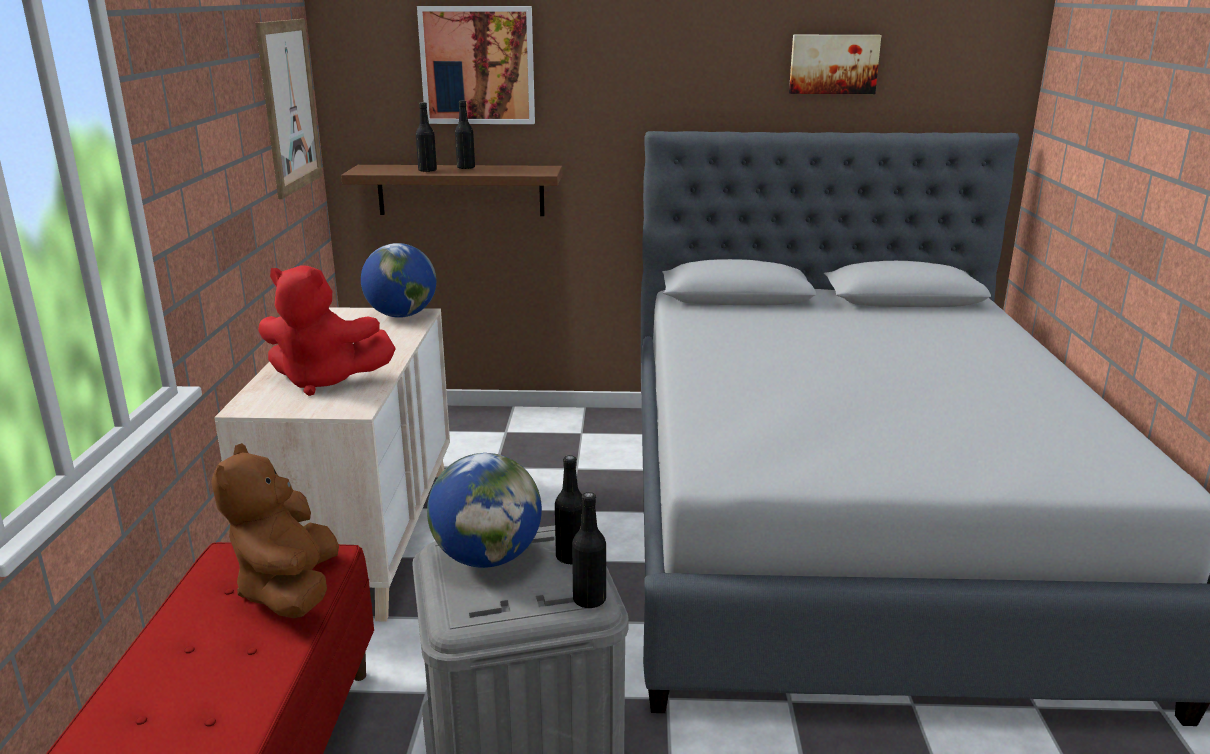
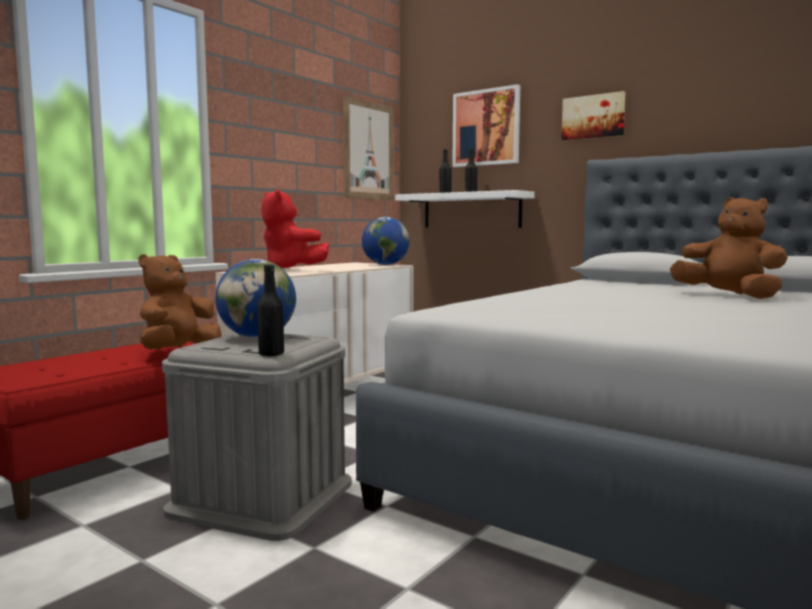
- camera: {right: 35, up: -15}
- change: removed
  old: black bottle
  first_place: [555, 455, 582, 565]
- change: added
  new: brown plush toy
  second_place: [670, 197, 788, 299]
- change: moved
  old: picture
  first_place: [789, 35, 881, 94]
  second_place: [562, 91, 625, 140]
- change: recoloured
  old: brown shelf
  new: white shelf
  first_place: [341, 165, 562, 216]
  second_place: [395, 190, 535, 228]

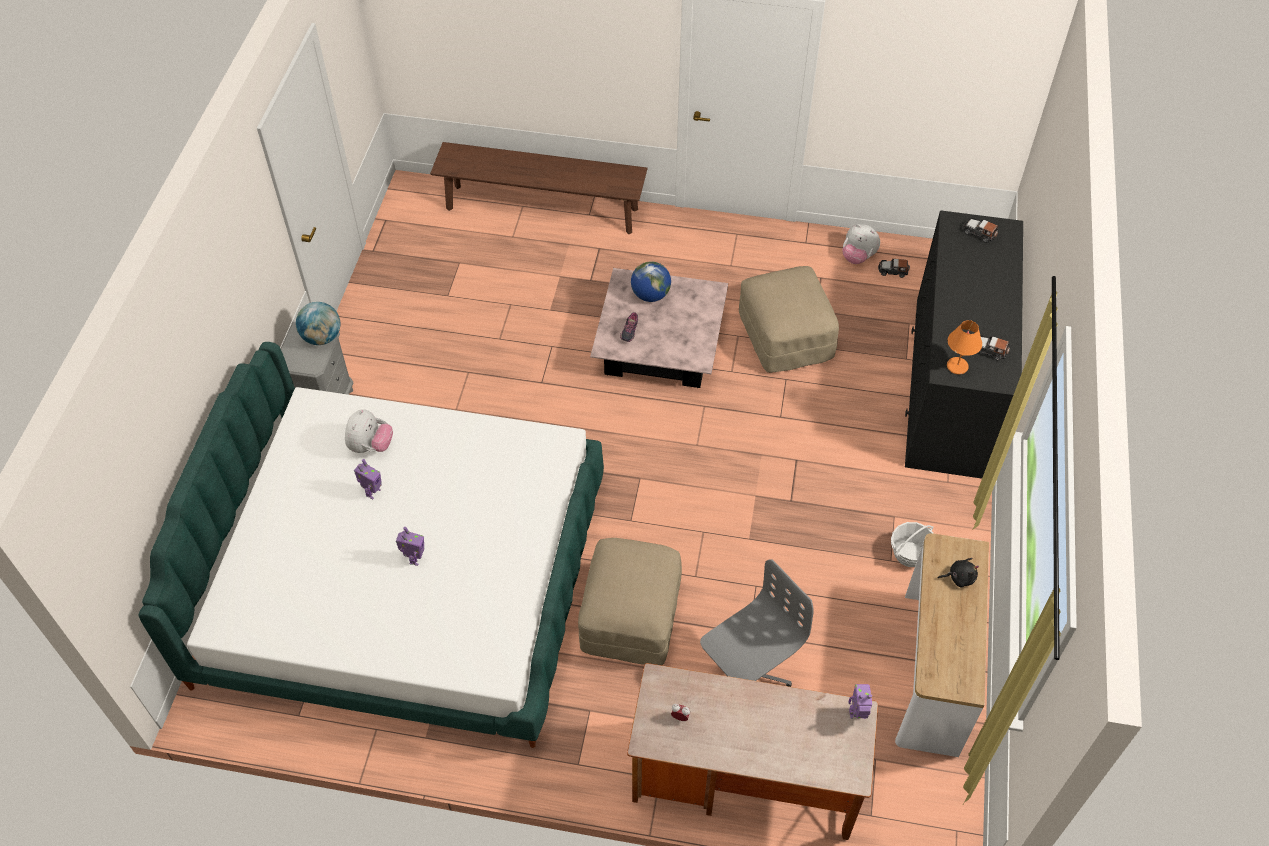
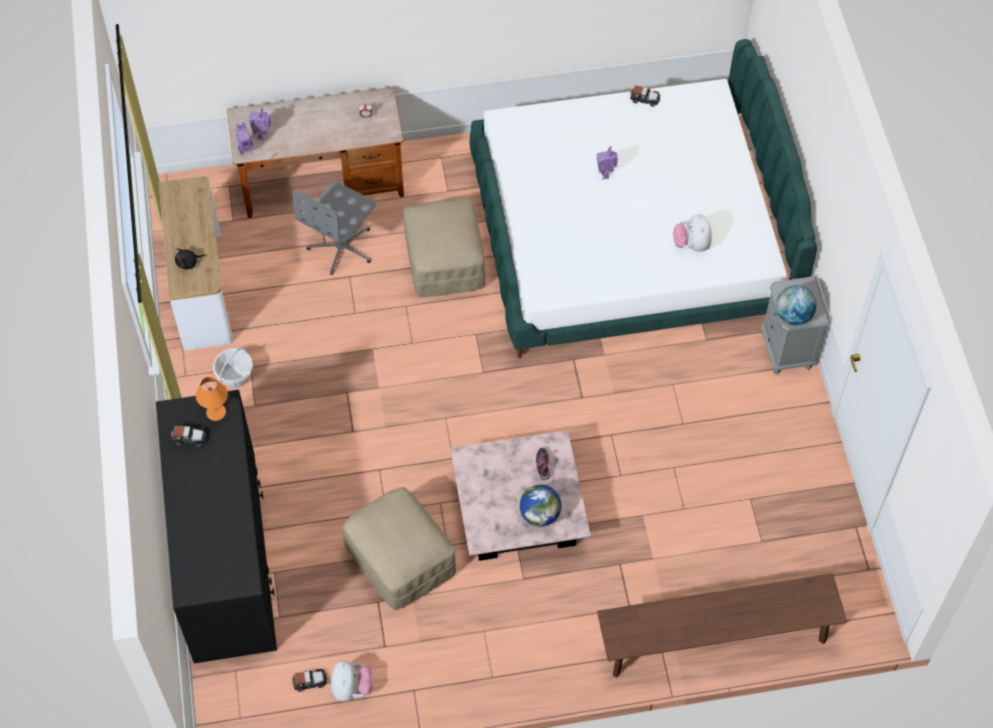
- camera: {right: 160, up: 5}
- change: moved
  old: toy robot
  first_place: [354, 459, 382, 499]
  second_place: [249, 107, 271, 140]
- change: moved
  old: toy car
  first_place: [963, 218, 998, 243]
  second_place: [630, 85, 660, 107]
- change: turned
  old: plush toy
  first_place: [842, 224, 880, 264]
  second_place: [331, 660, 373, 702]
  degrees: 75

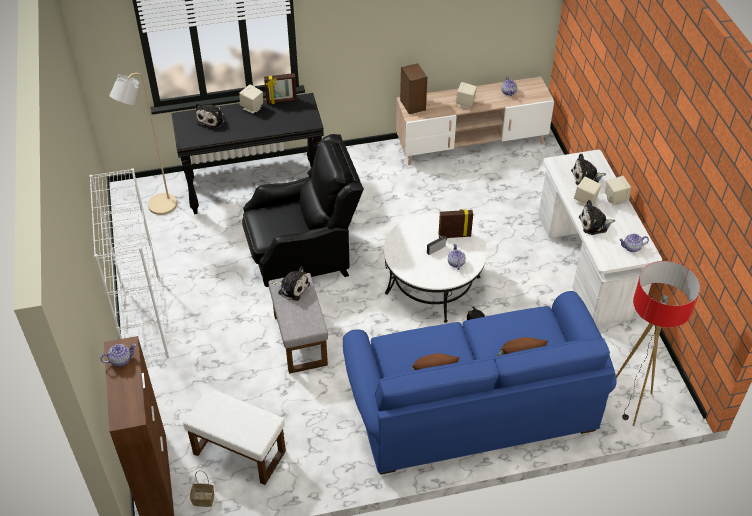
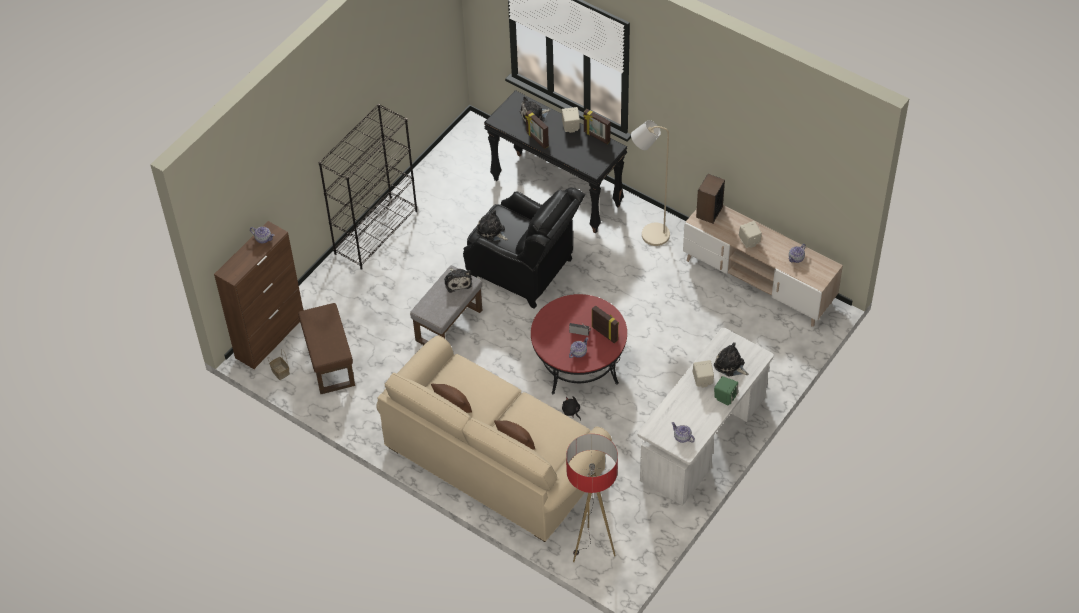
- camera: {right: 50, up: 5}
- change: added
  new: picture frame
  second_place: [525, 110, 549, 149]
- change: moved
  old: beige floor lamp
  first_place: [109, 73, 177, 215]
  second_place: [631, 120, 670, 246]
- change: moved
  old: plush toy
  first_place: [579, 200, 615, 235]
  second_place: [476, 210, 508, 241]
- change: recoloured
  old: white bookcase
  new: black bookcase
  first_place: [90, 169, 169, 358]
  second_place: [319, 104, 417, 270]
- change: recoloured
  old: white ottoman
  new: brown ottoman
  first_place: [183, 388, 286, 485]
  second_place: [298, 303, 355, 394]
- change: recoloured
  old: blue sofa
  new: beige sofa
  first_place: [343, 291, 617, 475]
  second_place: [376, 335, 612, 542]
- change: recoloured
  old: white coffee table
  new: red coffee table
  first_place: [384, 213, 487, 323]
  second_place: [531, 294, 627, 394]
- change: recoloured
  old: beige speaker
  new: green speaker
  first_place: [605, 176, 631, 206]
  second_place: [714, 376, 738, 406]

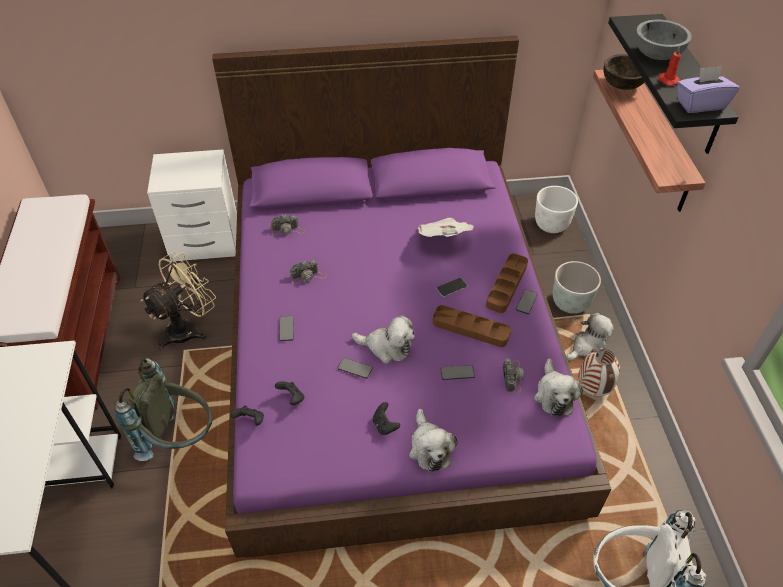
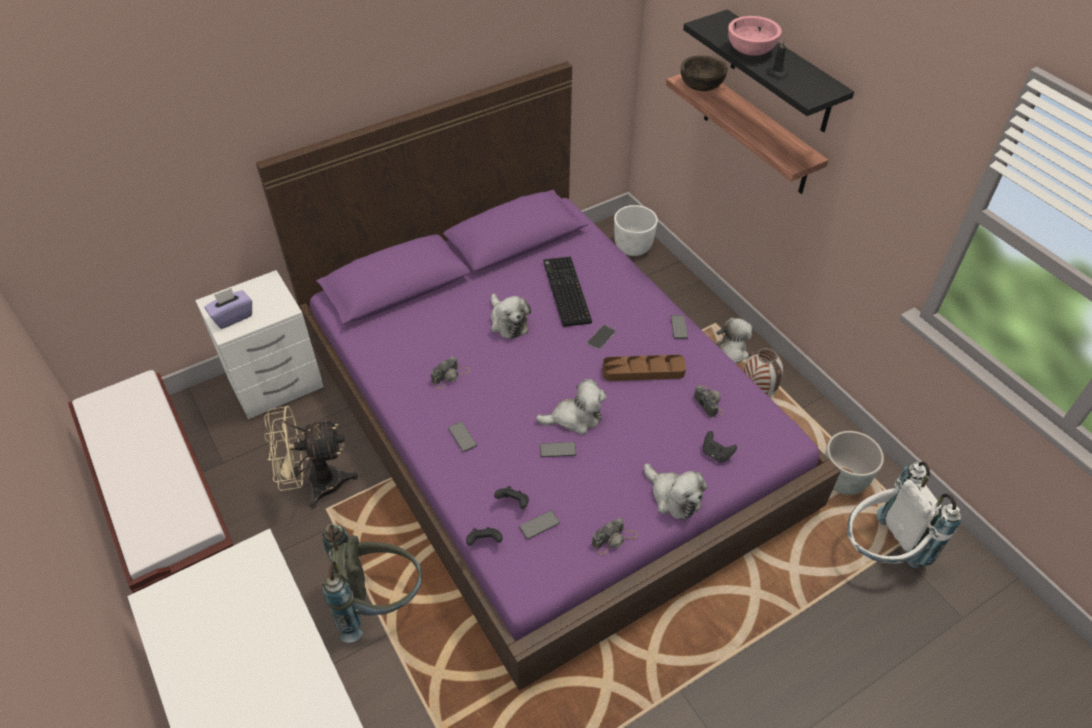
- camera: {right: -25, up: 0}
- change: removed
  old: brown tray
  first_place: [486, 253, 528, 313]
- change: moved
  old: photo camera
  first_place: [271, 214, 305, 235]
  second_place: [592, 518, 637, 555]
- change: moved
  old: black game controller
  first_place: [373, 402, 400, 435]
  second_place: [703, 431, 737, 463]
- change: moved
  old: phone
  first_place: [441, 365, 475, 380]
  second_place: [519, 510, 560, 539]
- change: moved
  old: plush toy
  first_place: [534, 358, 583, 416]
  second_place: [491, 293, 531, 339]
- change: moved
  old: grey planter
  first_place: [553, 261, 601, 314]
  second_place: [825, 431, 884, 495]
- change: moved
  old: purple tissue box
  first_place: [677, 66, 740, 113]
  second_place: [204, 288, 252, 329]
- change: replaced
  old: newspaper
  new: keyboard
  first_place: [418, 218, 474, 237]
  second_place: [543, 257, 592, 327]
- change: recoloured
  old: grey bowl
  new: pink bowl
  first_place: [635, 20, 692, 60]
  second_place: [728, 16, 782, 56]
- change: recoloured
  old: red candle
  new: black candle
  first_place: [658, 46, 681, 86]
  second_place: [766, 40, 788, 78]
- change: turned
  old: beige fan
  first_place: [140, 252, 216, 350]
  second_place: [264, 405, 358, 509]
  degrees: -120

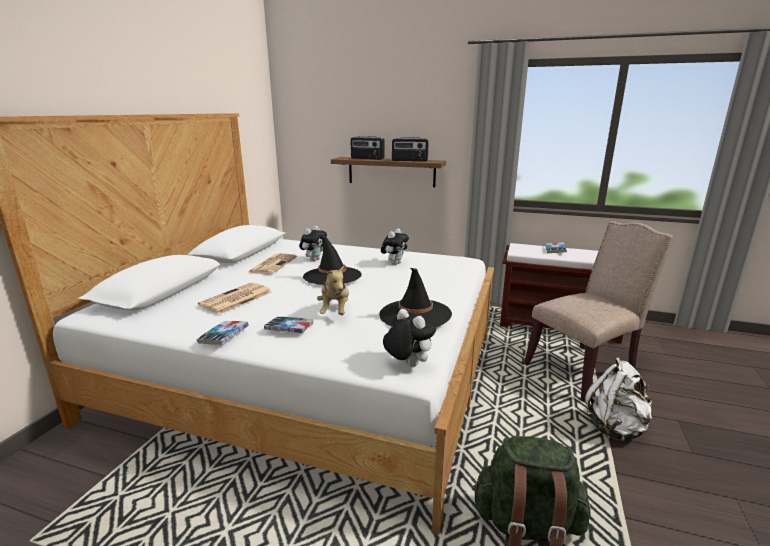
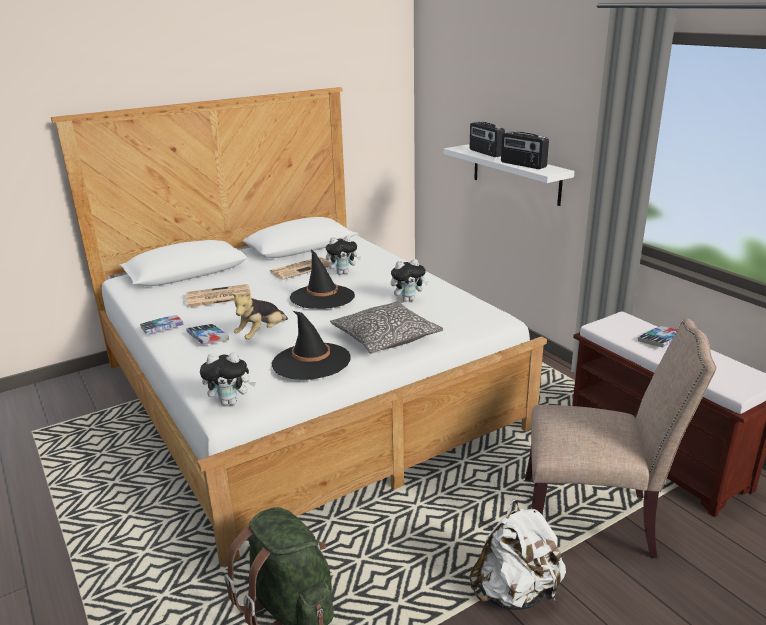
- camera: {right: 40, up: 5}
- change: added
  new: pillow
  second_place: [330, 301, 443, 354]
- change: recoloured
  old: brown shelf
  new: white shelf
  first_place: [331, 157, 446, 187]
  second_place: [443, 144, 575, 206]
- change: turned
  old: plush toy
  first_place: [383, 309, 436, 367]
  second_place: [200, 352, 256, 405]
  degrees: 90

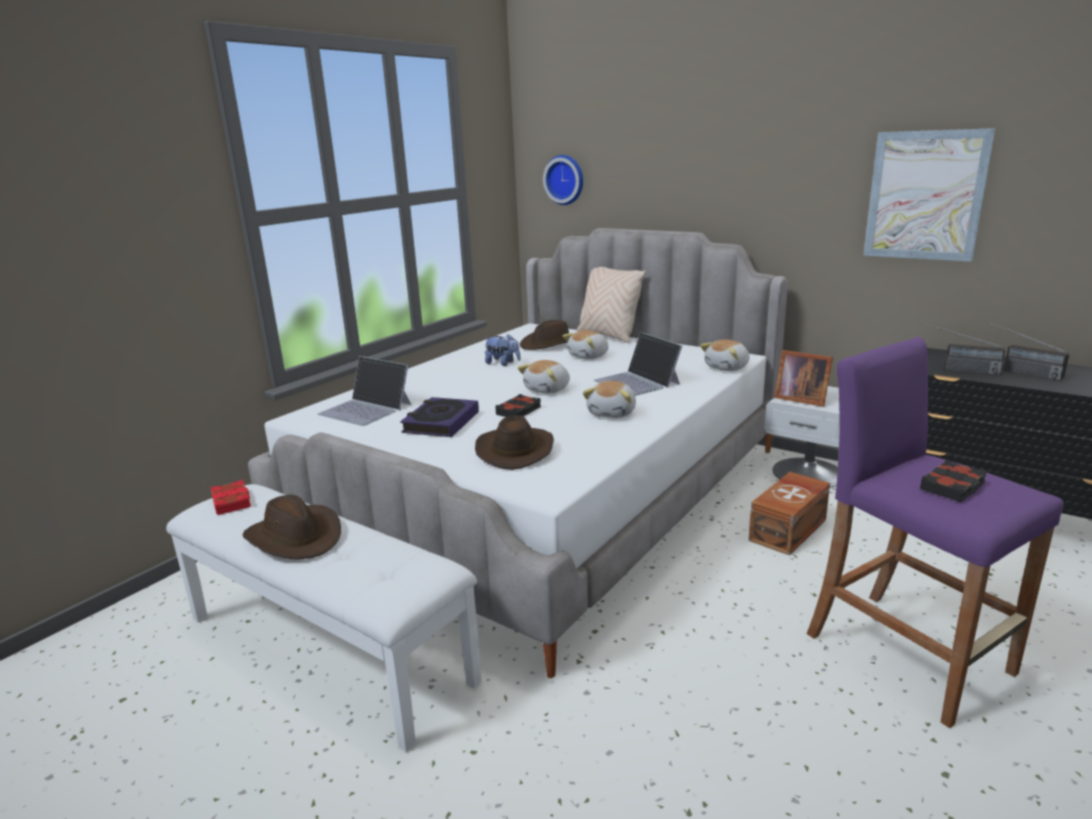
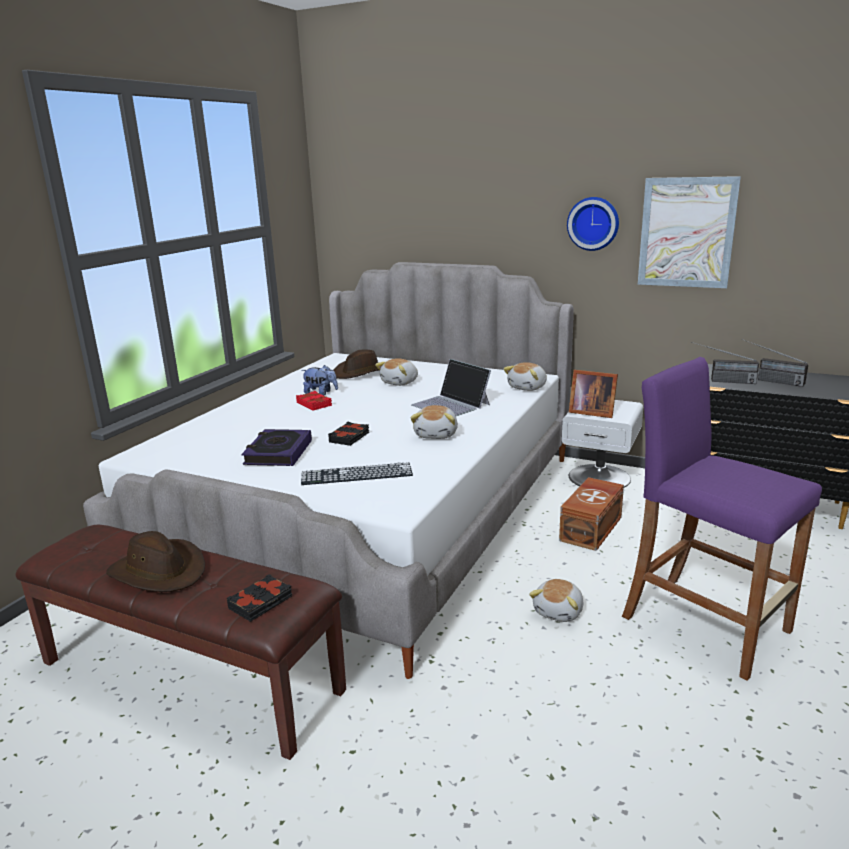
- camera: {right: -10, up: 0}
- change: removed
  old: laptop
  first_place: [318, 356, 411, 426]
- change: removed
  old: beige pillow
  first_place: [577, 267, 646, 343]
- change: moved
  old: red book
  first_place: [211, 480, 251, 515]
  second_place: [296, 391, 332, 411]
- change: moved
  old: plush toy
  first_place: [518, 360, 570, 394]
  second_place: [529, 579, 583, 622]
- change: moved
  old: wall clock
  first_place: [543, 155, 583, 205]
  second_place: [567, 197, 619, 251]
- change: moved
  old: black book
  first_place: [920, 460, 987, 502]
  second_place: [227, 574, 292, 622]
- change: replaced
  old: brown hat
  new: keyboard
  first_place: [475, 415, 554, 470]
  second_place: [301, 462, 413, 485]
- change: recoloured
  old: white bench
  new: brown bench
  first_place: [166, 484, 482, 752]
  second_place: [16, 525, 346, 760]

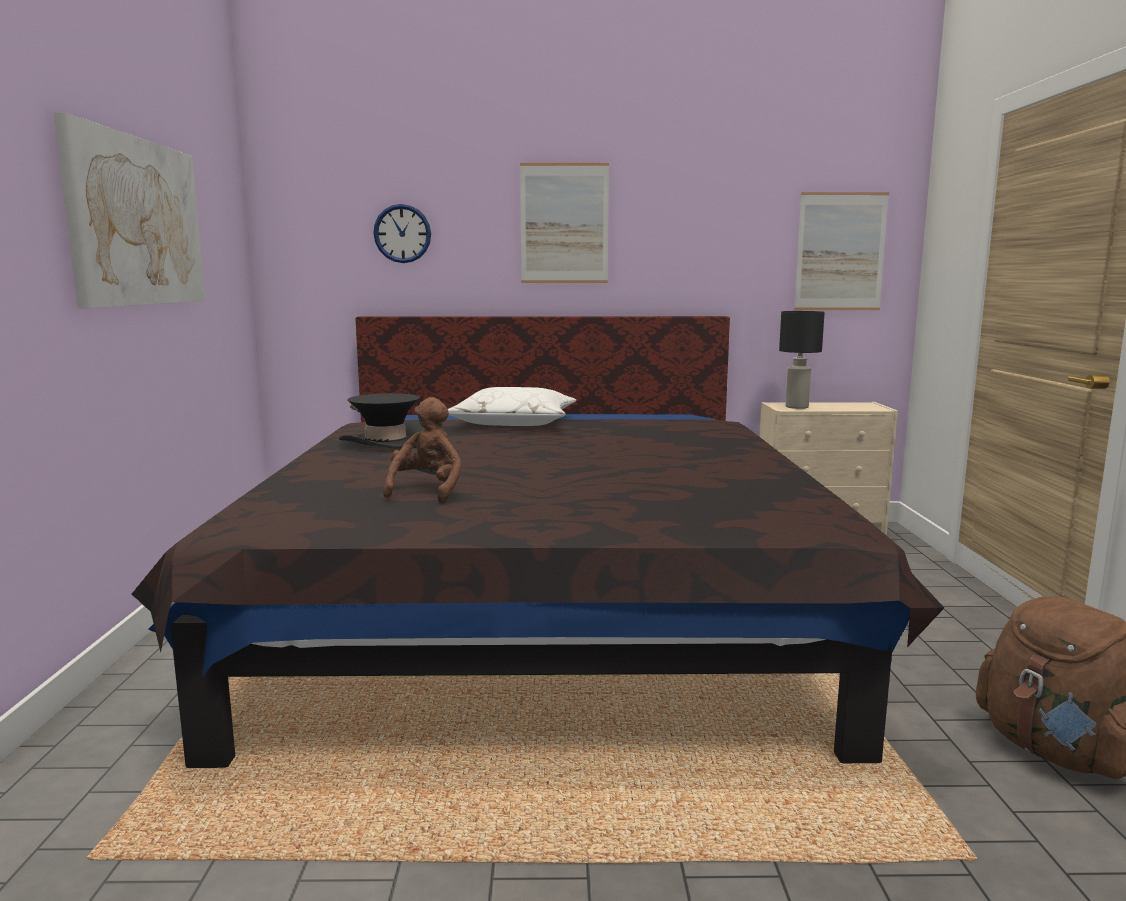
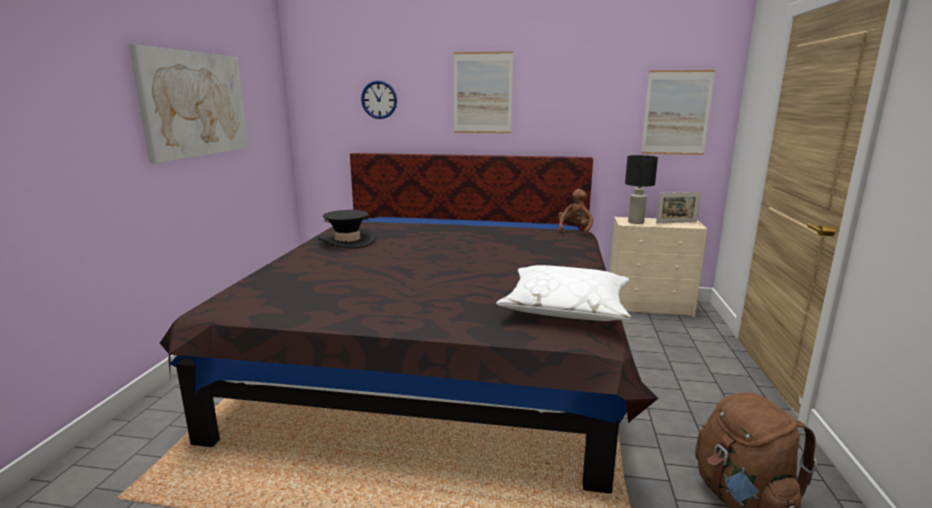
- camera: {right: 10, up: 5}
- change: added
  new: picture frame
  second_place: [656, 192, 701, 223]
- change: moved
  old: brown plush toy
  first_place: [383, 397, 462, 504]
  second_place: [558, 189, 593, 236]
- change: moved
  old: white pillow
  first_place: [448, 387, 576, 426]
  second_place: [496, 265, 631, 321]

